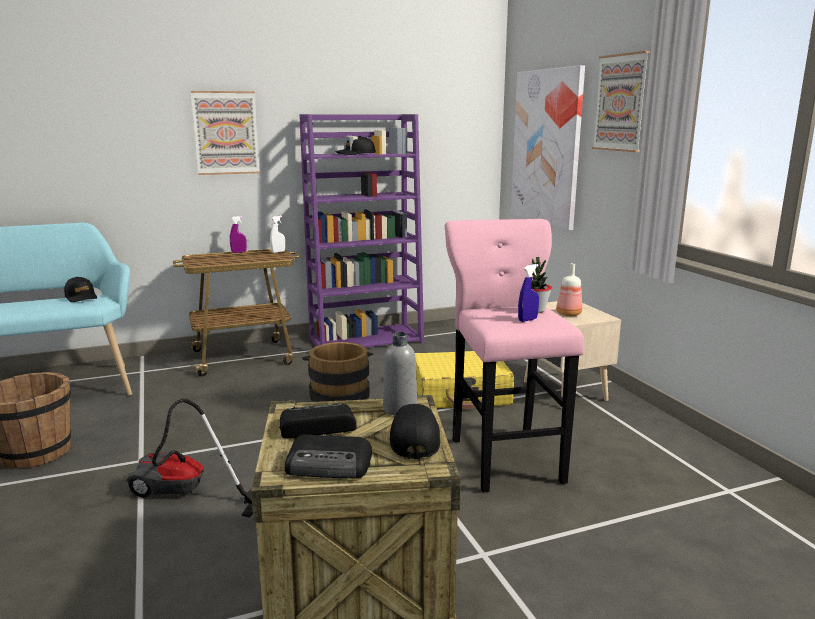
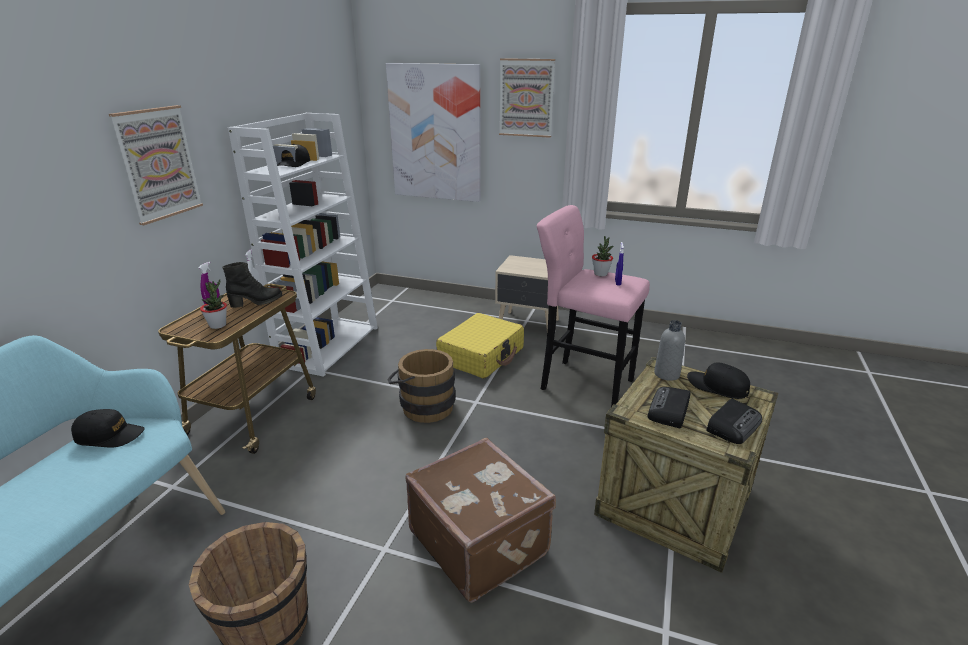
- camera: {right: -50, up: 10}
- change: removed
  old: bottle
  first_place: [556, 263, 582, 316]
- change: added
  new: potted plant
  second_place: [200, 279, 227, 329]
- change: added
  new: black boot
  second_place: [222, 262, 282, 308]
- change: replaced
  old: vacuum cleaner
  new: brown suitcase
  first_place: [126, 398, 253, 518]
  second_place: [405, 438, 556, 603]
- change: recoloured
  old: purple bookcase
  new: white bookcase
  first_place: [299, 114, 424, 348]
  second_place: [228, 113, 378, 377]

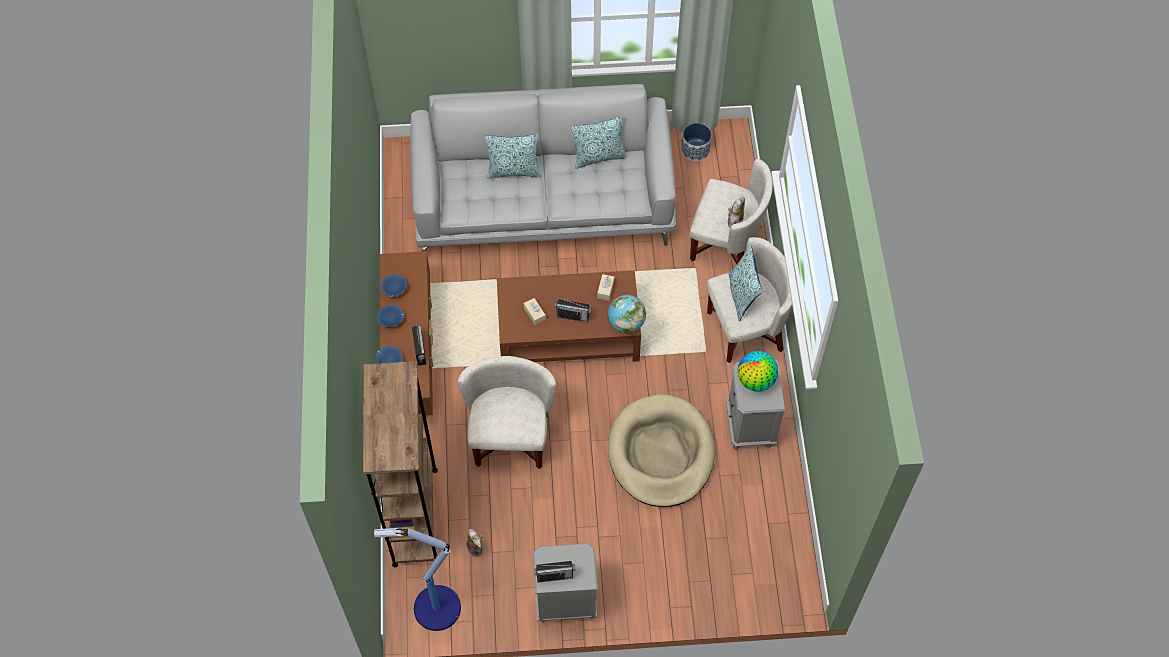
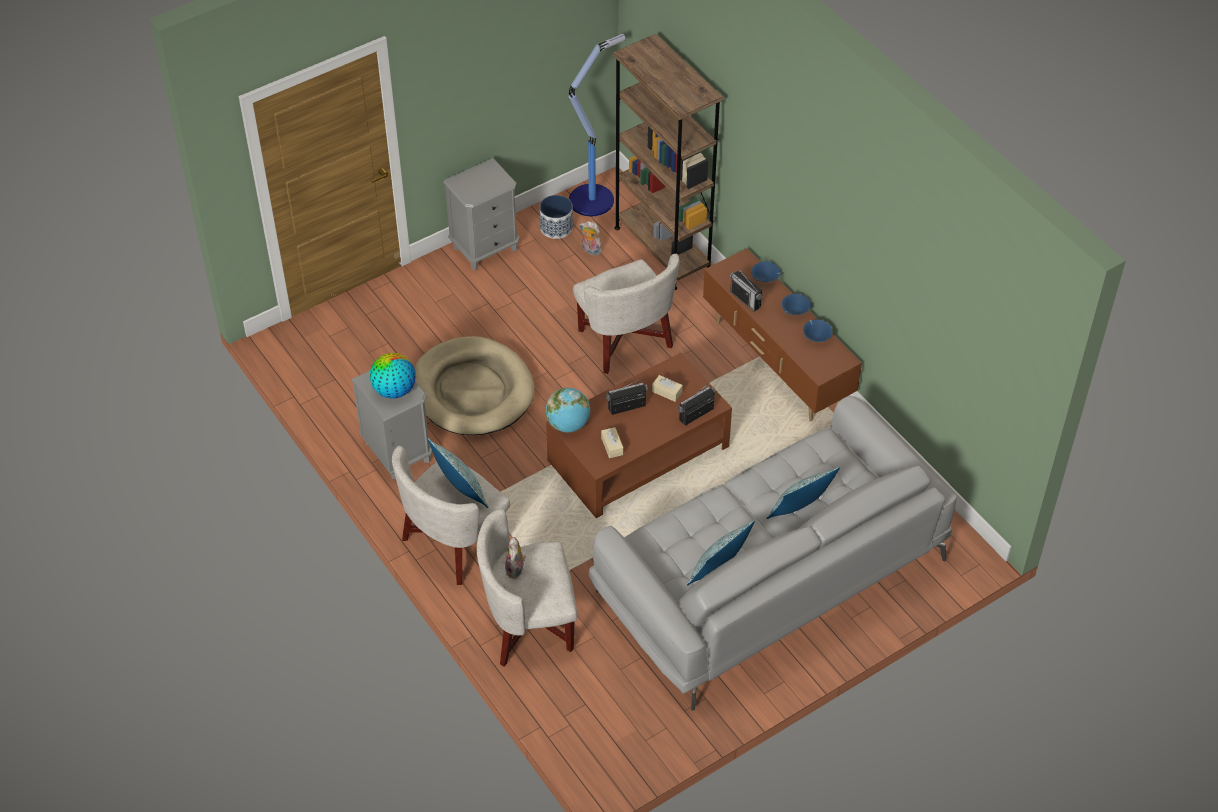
- camera: {right: 150, up: -10}
- change: moved
  old: radio
  first_place: [534, 561, 575, 582]
  second_place: [678, 383, 715, 425]
- change: moved
  old: planter
  first_place: [681, 123, 712, 161]
  second_place: [539, 195, 573, 239]

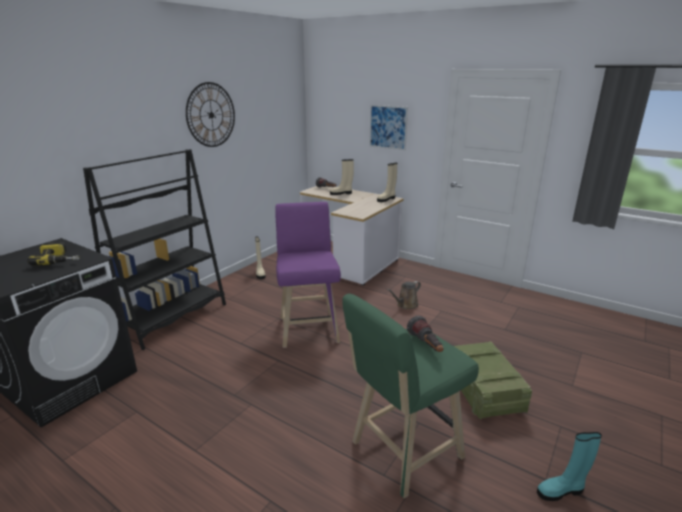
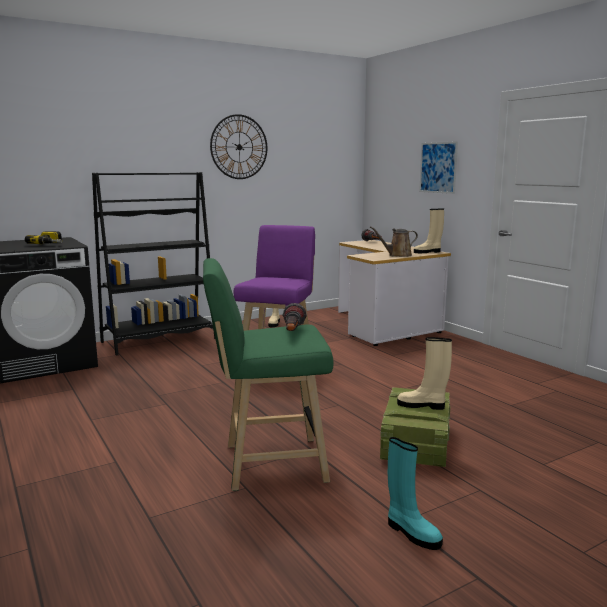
- camera: {right: 25, up: -10}
- change: moved
  old: beige boot
  first_place: [330, 159, 354, 195]
  second_place: [397, 337, 452, 410]
- change: moved
  old: brown watering can
  first_place: [387, 281, 421, 309]
  second_place: [370, 226, 418, 257]
- change: turned
  old: turquoise boot
  first_place: [537, 432, 602, 501]
  second_place: [388, 437, 443, 550]
  degrees: -150

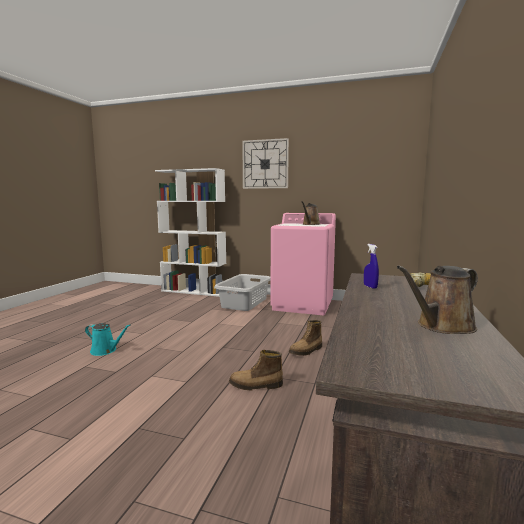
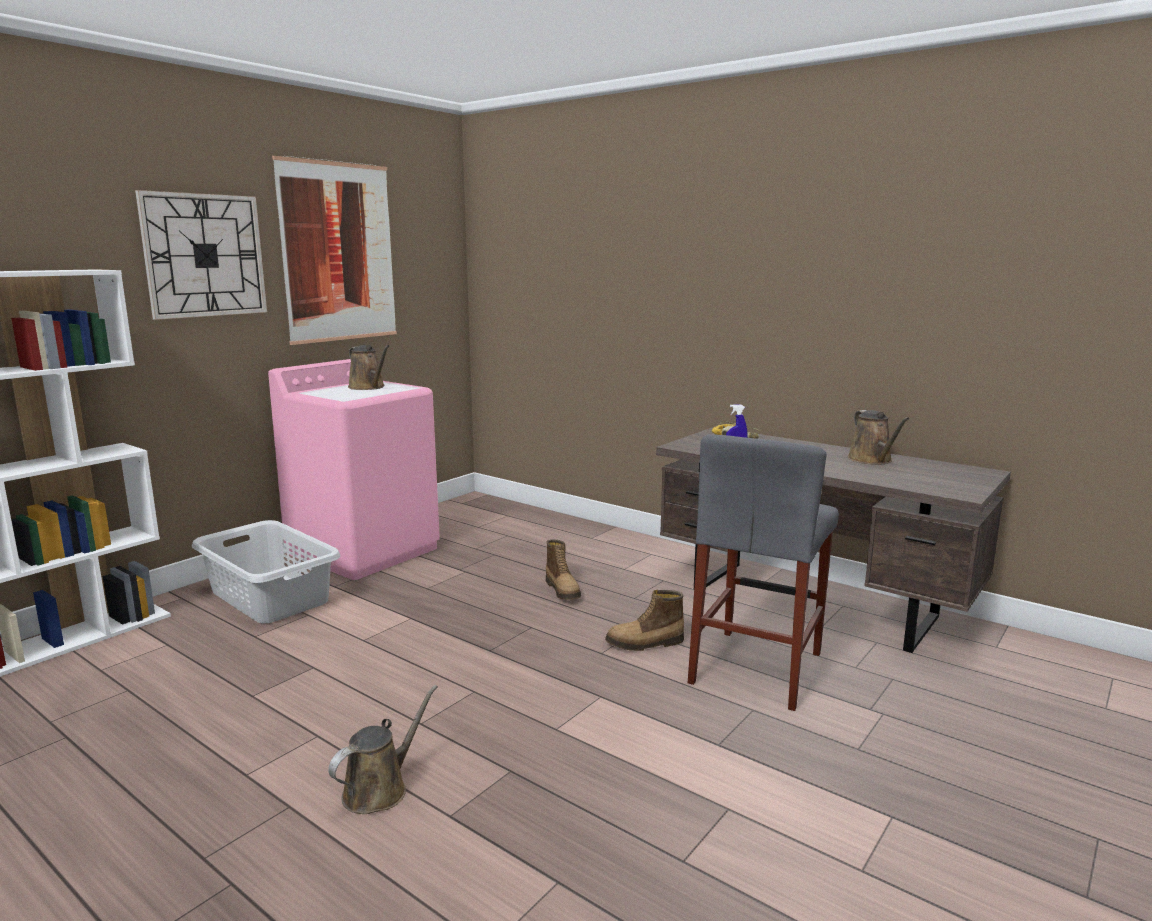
- camera: {right: -70, up: 5}
- change: added
  new: picture
  second_place: [272, 156, 397, 345]
- change: added
  new: grey stool
  second_place: [688, 434, 839, 711]
- change: recoloured
  old: turquoise watering can
  new: brown watering can
  first_place: [85, 323, 131, 356]
  second_place: [328, 685, 438, 814]
- change: turned
  old: boot
  first_place: [229, 350, 283, 391]
  second_place: [605, 590, 684, 651]
  degrees: 60

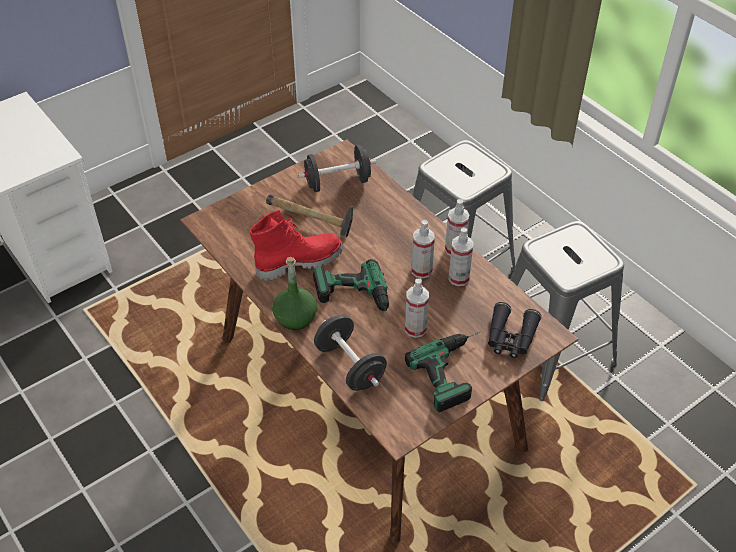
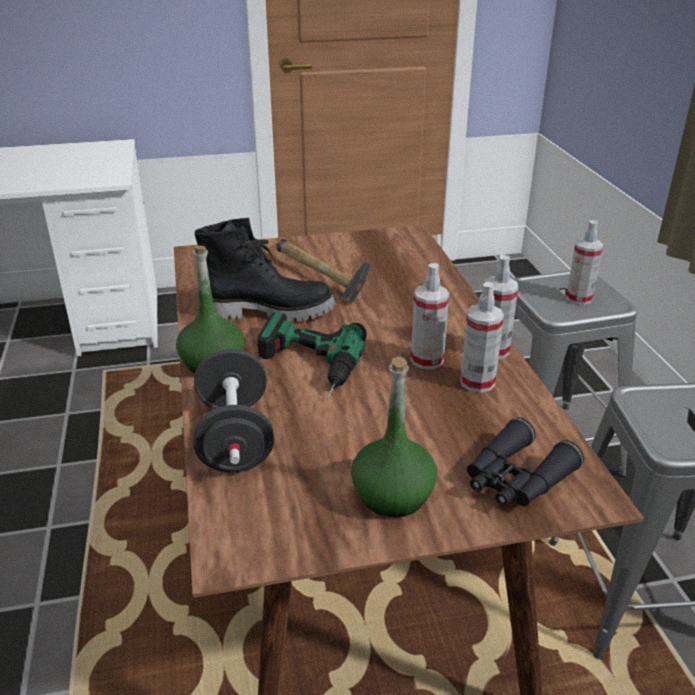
- camera: {right: 25, up: -15}
- change: removed
  old: black dumbbell
  first_place: [298, 145, 376, 192]
- change: moved
  old: spray bottle
  first_place: [405, 278, 429, 338]
  second_place: [566, 220, 603, 305]
- change: replaced
  old: power drill
  new: green bottle
  first_place: [405, 332, 480, 413]
  second_place: [351, 357, 437, 517]
- change: recoloured
  old: red boot
  new: black boot
  first_place: [250, 210, 343, 281]
  second_place: [195, 218, 336, 322]

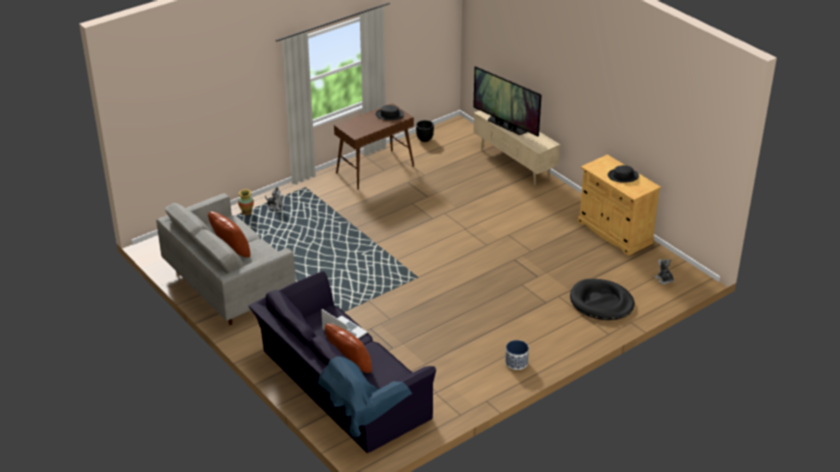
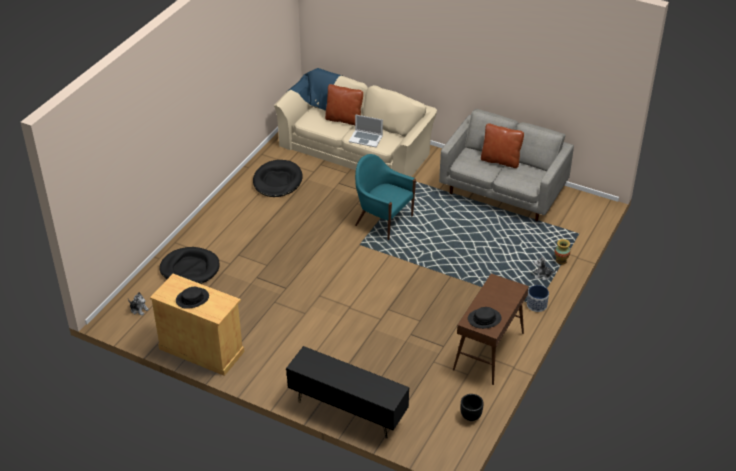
- camera: {right: 155, up: 5}
- change: removed
  old: television
  first_place: [473, 66, 542, 136]
- change: added
  new: black dog bed
  second_place: [253, 160, 303, 197]
- change: added
  new: turquoise armchair
  second_place: [355, 154, 416, 240]
- change: moved
  old: planter
  first_place: [505, 340, 529, 370]
  second_place: [527, 285, 549, 312]
- change: recoloured
  old: black sofa
  new: beige sofa
  first_place: [248, 271, 436, 453]
  second_place: [274, 68, 437, 177]
- change: recoloured
  old: beige tv stand
  new: black tv stand
  first_place: [474, 110, 561, 185]
  second_place: [286, 346, 409, 439]

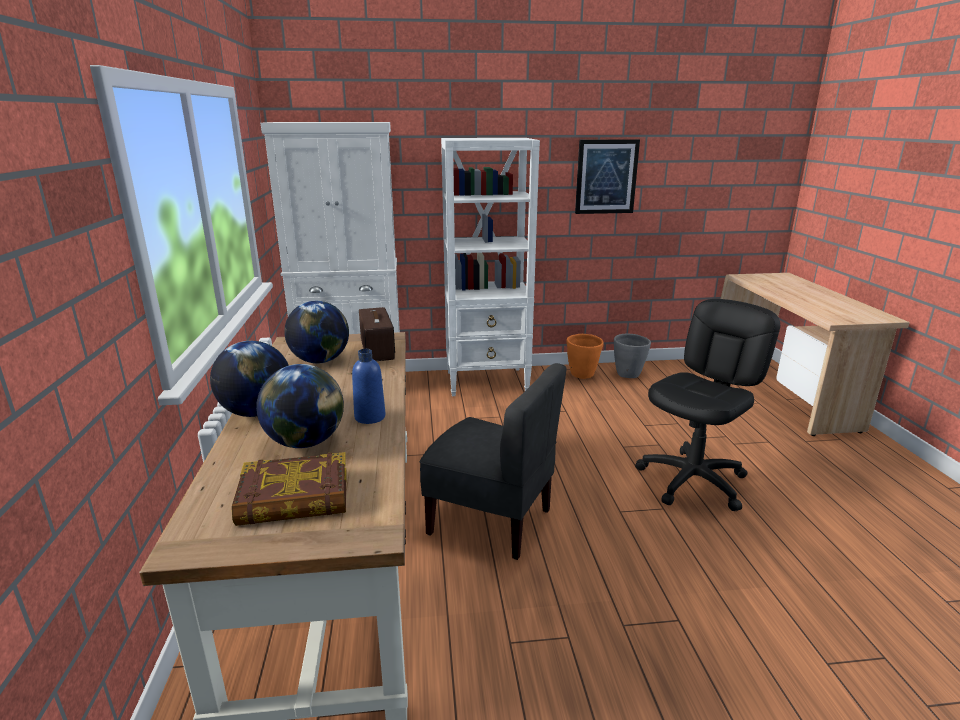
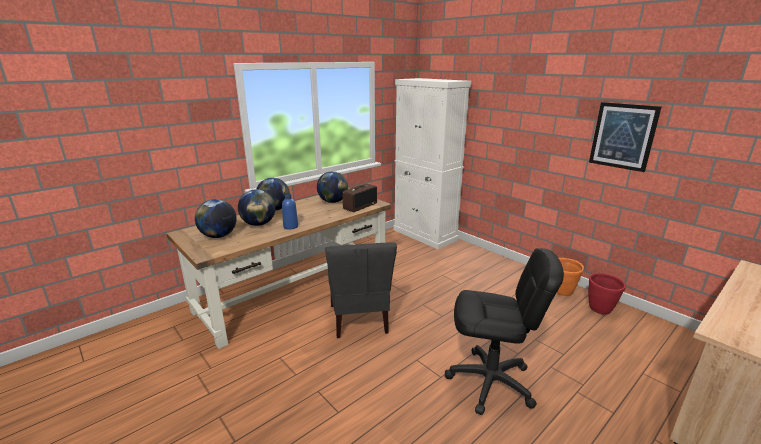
- camera: {right: 55, up: 0}
- change: removed
  old: white bookcase
  first_place: [441, 138, 540, 396]
- change: replaced
  old: book
  new: globe
  first_place: [232, 452, 346, 526]
  second_place: [195, 199, 237, 238]
- change: recoloured
  old: grey planter
  new: red planter
  first_place: [614, 333, 651, 378]
  second_place: [588, 273, 626, 315]

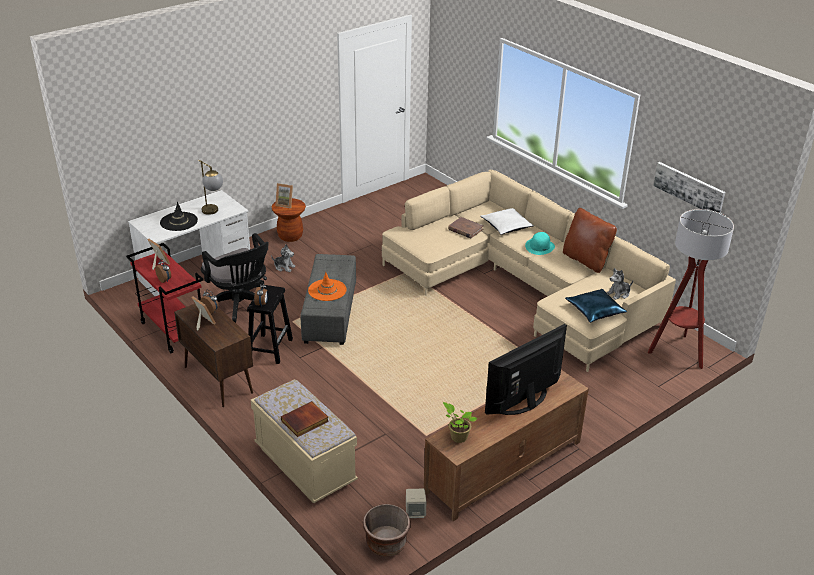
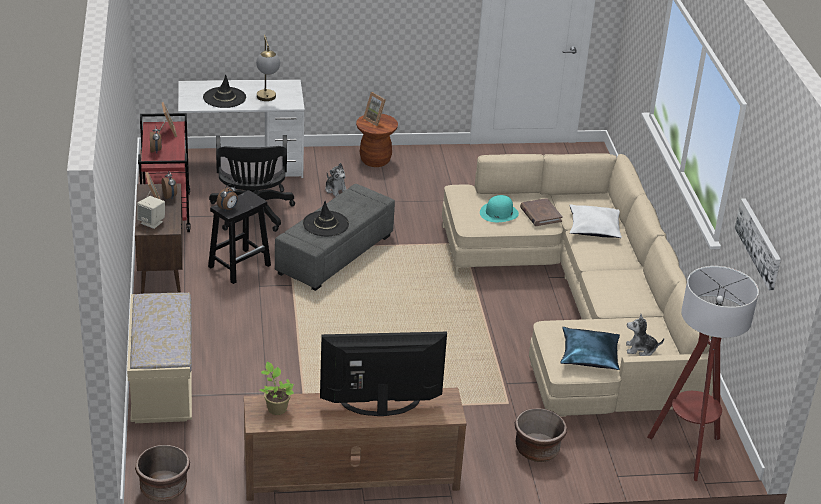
- camera: {right: 30, up: 0}
- change: removed
  old: book
  first_place: [281, 401, 329, 437]
- change: removed
  old: brown pillow
  first_place: [563, 208, 617, 273]
- change: added
  new: brown planter
  second_place: [515, 408, 567, 462]
- change: moved
  old: beige speaker
  first_place: [406, 488, 426, 518]
  second_place: [137, 196, 165, 229]
- change: moved
  old: turquoise hat
  first_place: [525, 232, 555, 255]
  second_place: [480, 195, 519, 222]
- change: recoloured
  old: orange hat
  new: black hat
  first_place: [308, 272, 347, 301]
  second_place: [303, 201, 349, 236]

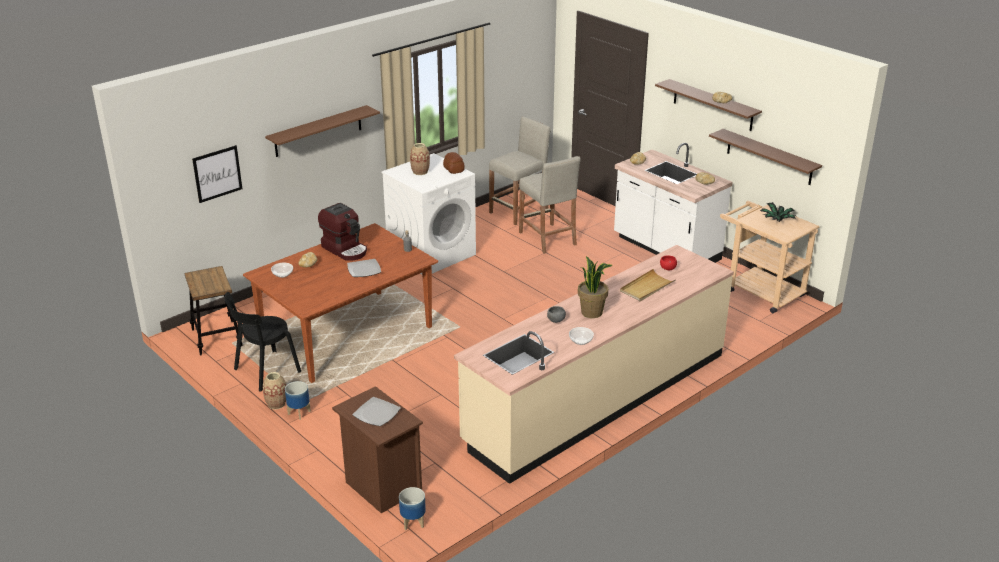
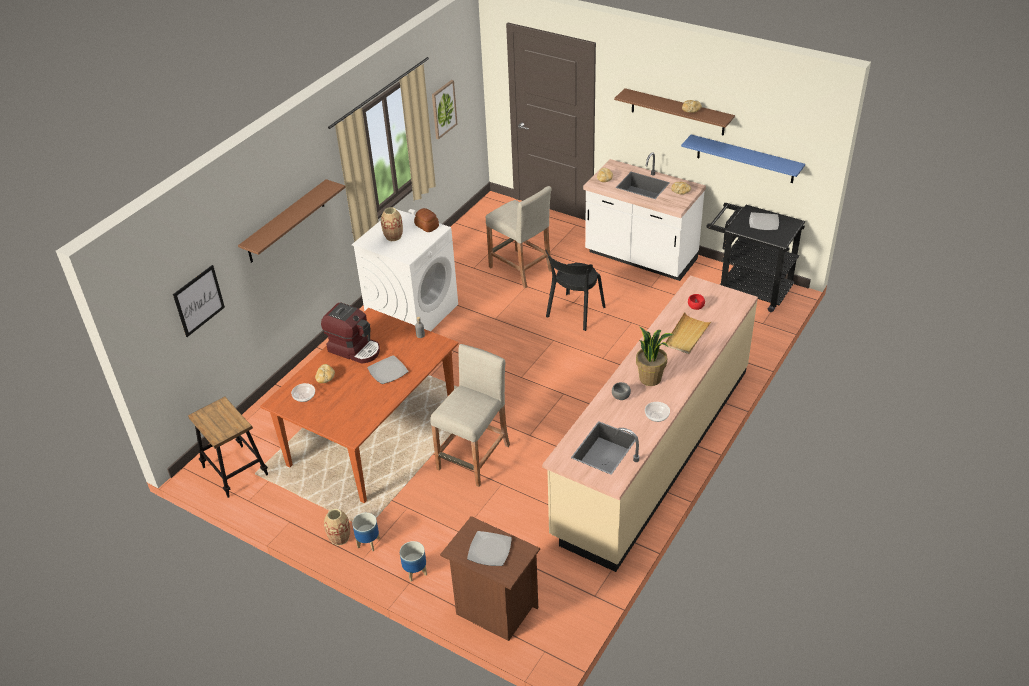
- camera: {right: -15, up: 10}
- change: added
  new: picture
  second_place: [432, 80, 457, 140]
- change: moved
  old: black chair
  first_place: [224, 292, 301, 392]
  second_place: [545, 250, 605, 331]
- change: moved
  old: planter
  first_place: [399, 487, 426, 530]
  second_place: [400, 541, 427, 582]
- change: moved
  old: beige stool
  first_place: [489, 116, 551, 225]
  second_place: [430, 344, 510, 487]
- change: replaced
  old: potted plant
  new: plate
  first_place: [760, 202, 796, 222]
  second_place: [749, 212, 779, 230]
- change: recoloured
  old: brown shelf
  new: blue shelf
  first_place: [709, 129, 822, 185]
  second_place: [681, 134, 805, 183]
- change: recoloured
  old: beige cart
  new: black cart
  first_place: [720, 201, 820, 313]
  second_place: [706, 203, 805, 312]

